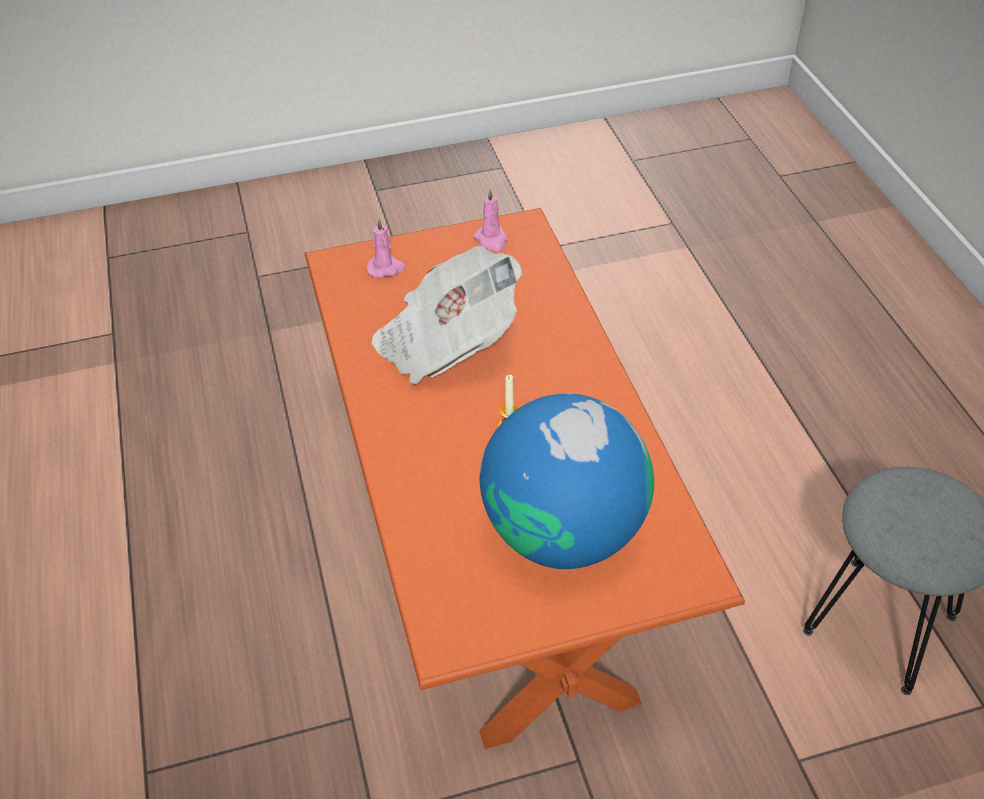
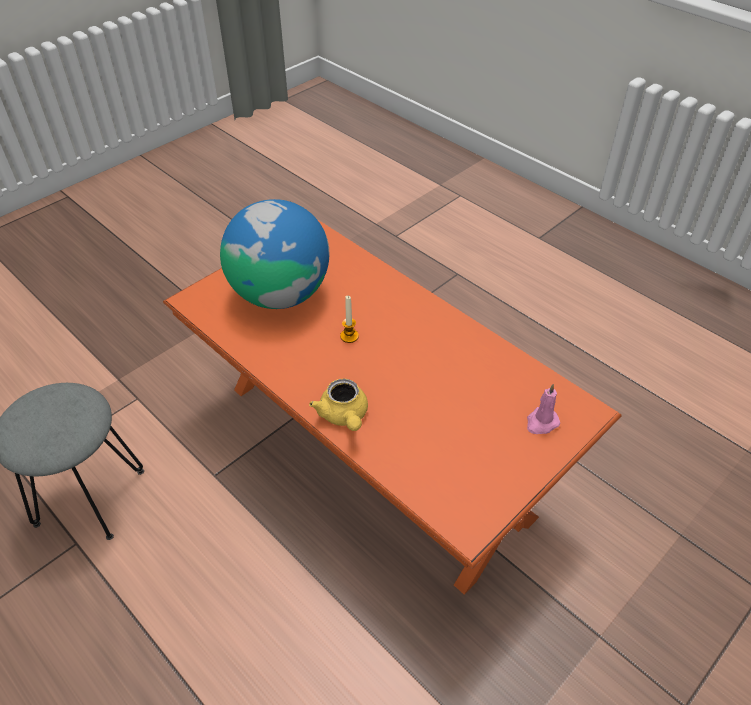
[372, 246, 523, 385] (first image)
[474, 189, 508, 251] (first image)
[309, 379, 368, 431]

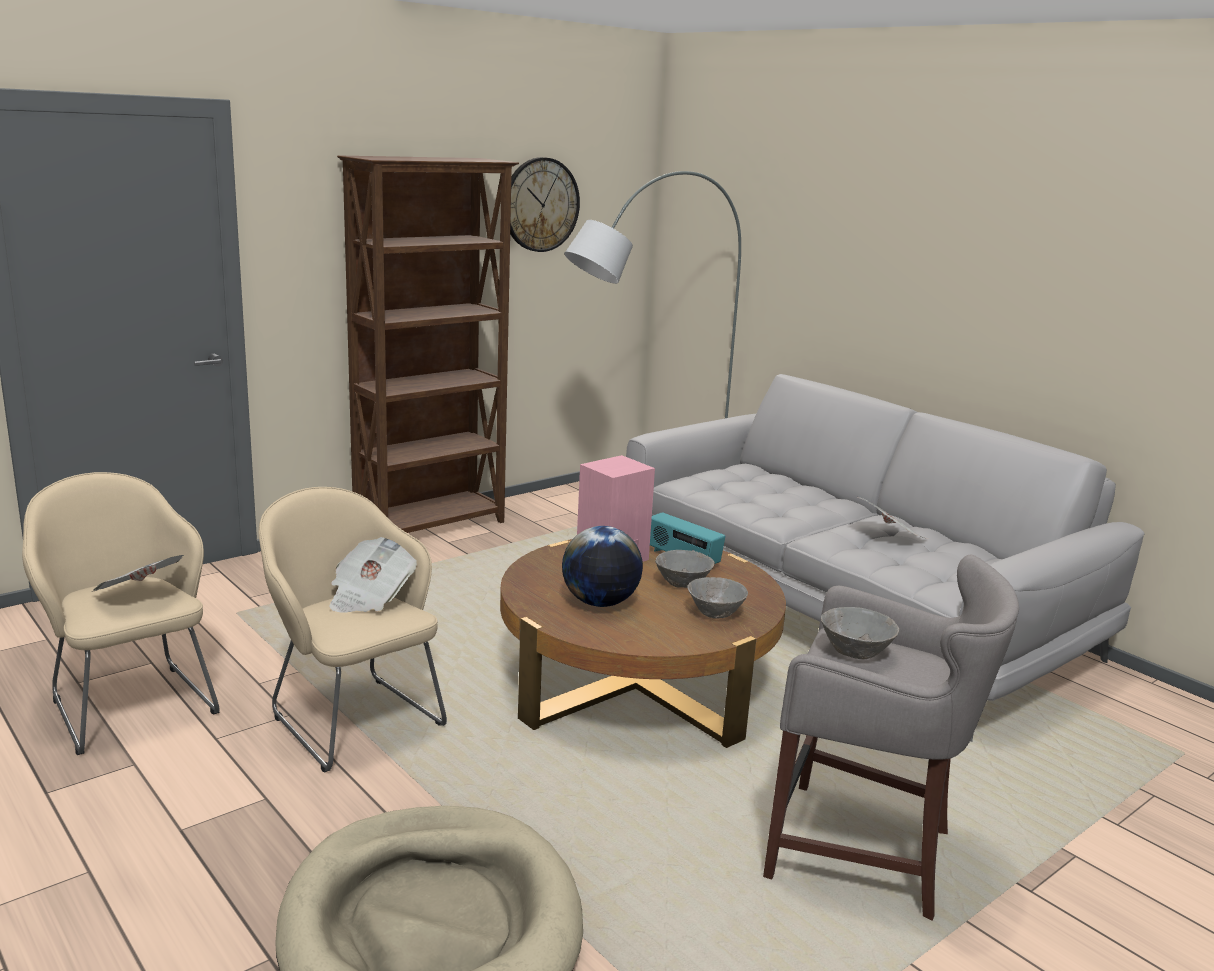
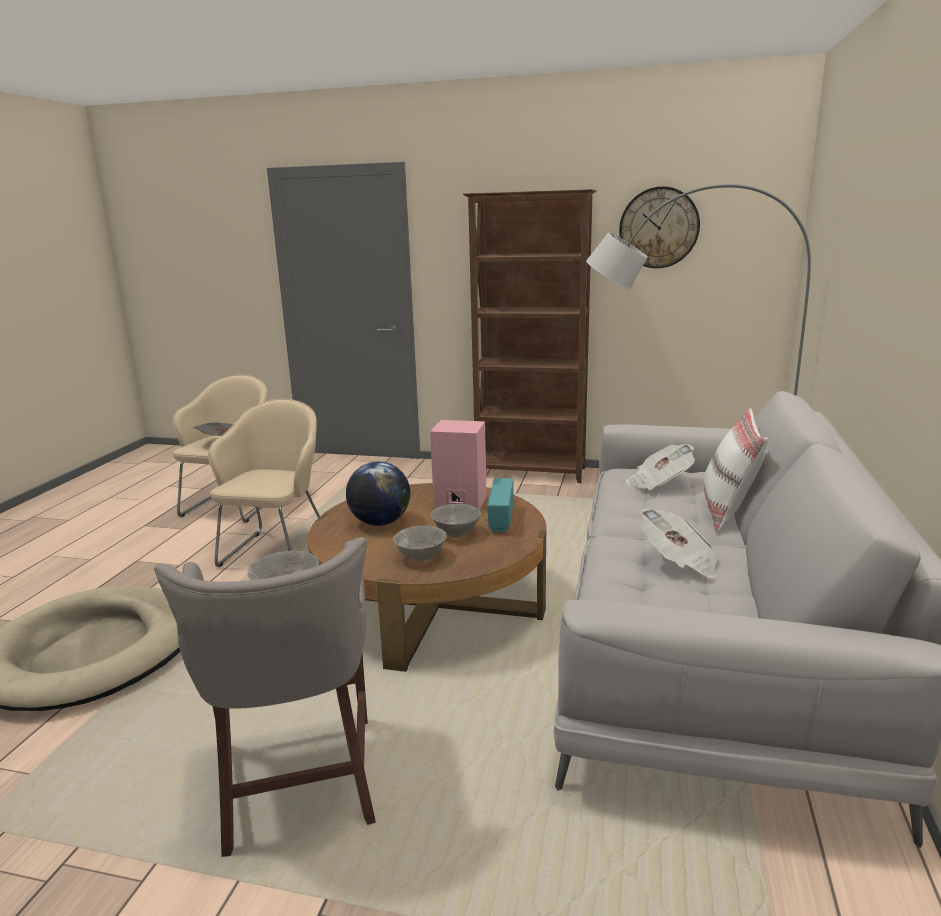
[704, 408, 768, 533]
[625, 444, 695, 490]

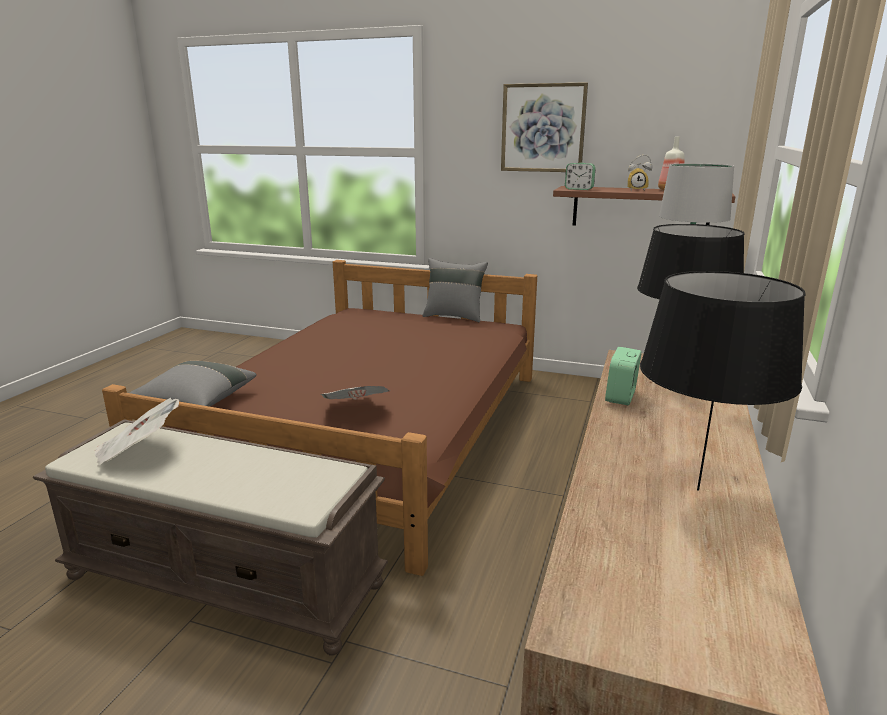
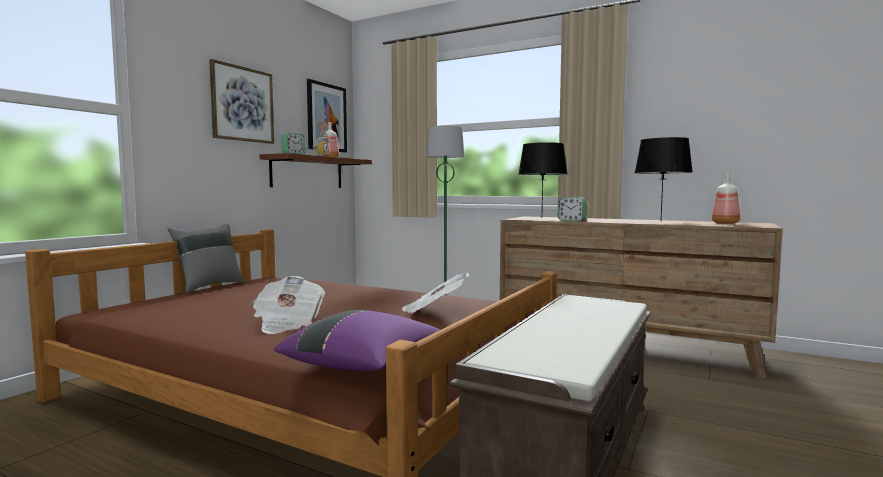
[307, 79, 347, 152]
[712, 172, 740, 224]
[252, 276, 325, 334]
[274, 310, 440, 372]

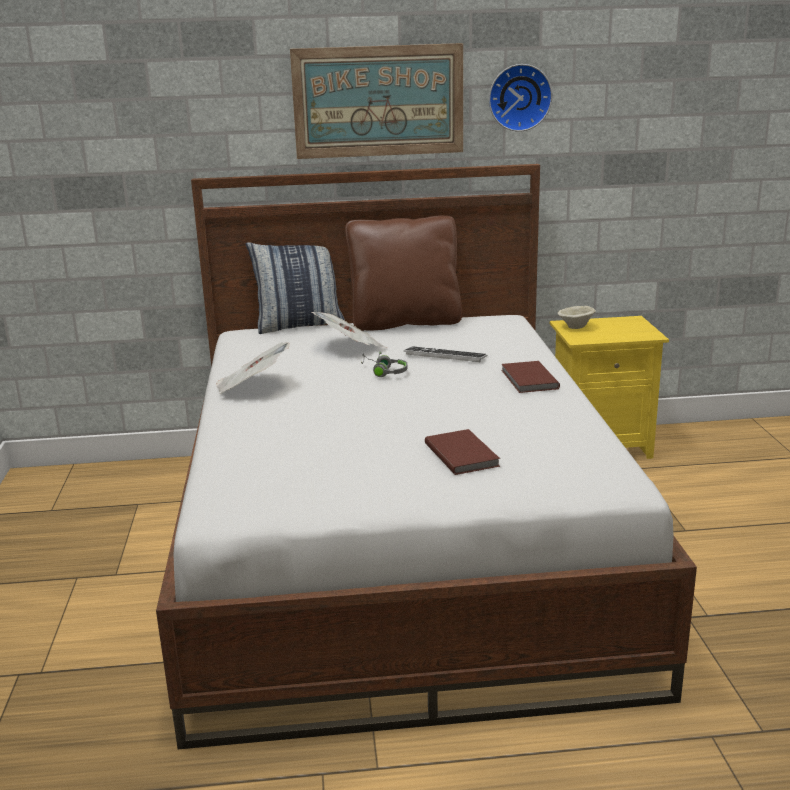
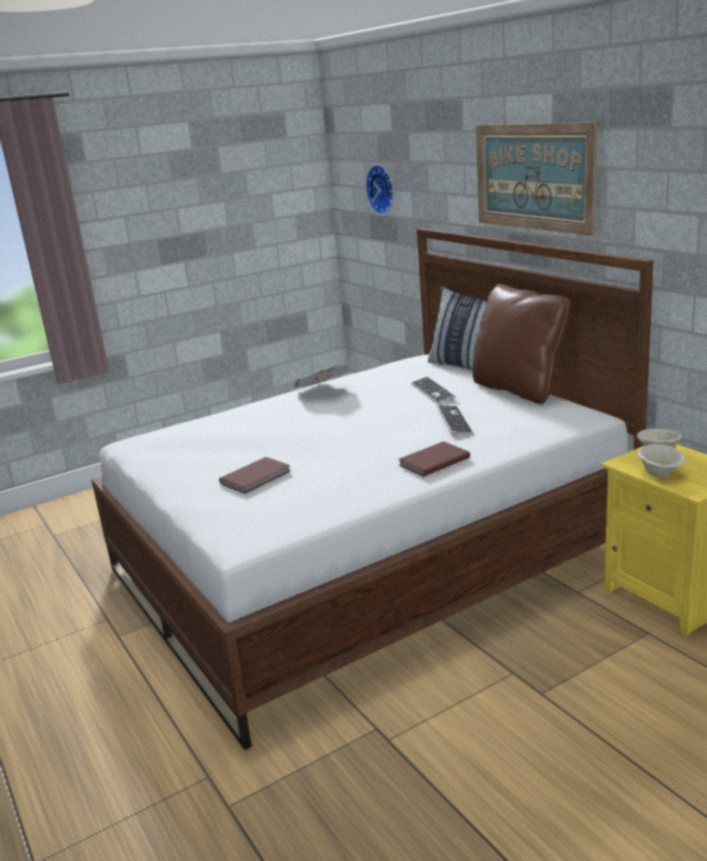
[361, 352, 408, 377] (first image)
[638, 444, 686, 478]
[365, 165, 394, 216]
[411, 377, 456, 404]

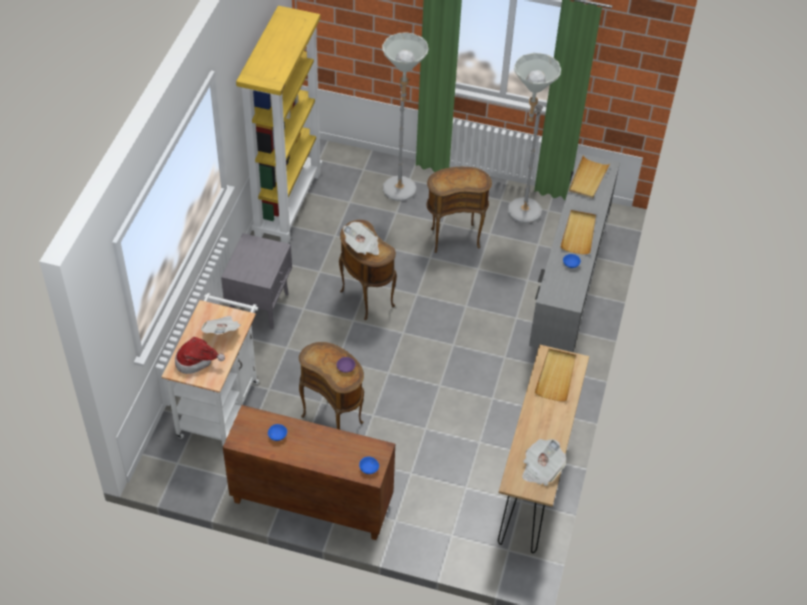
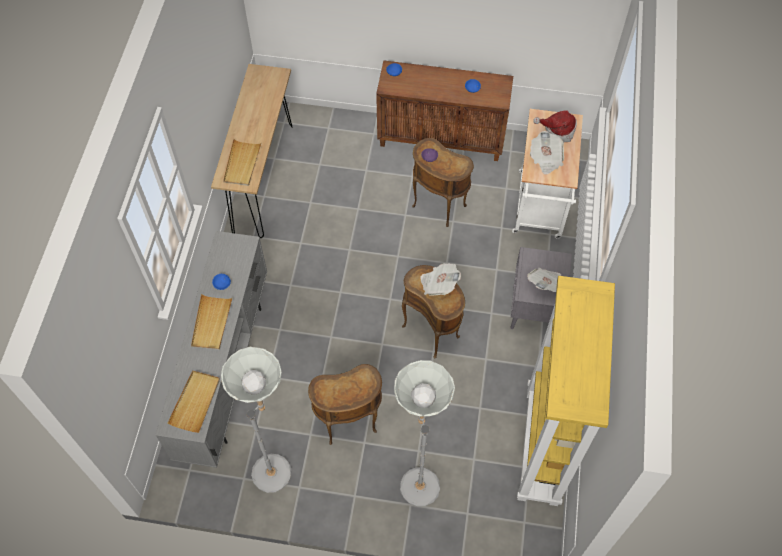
[527, 268, 561, 292]

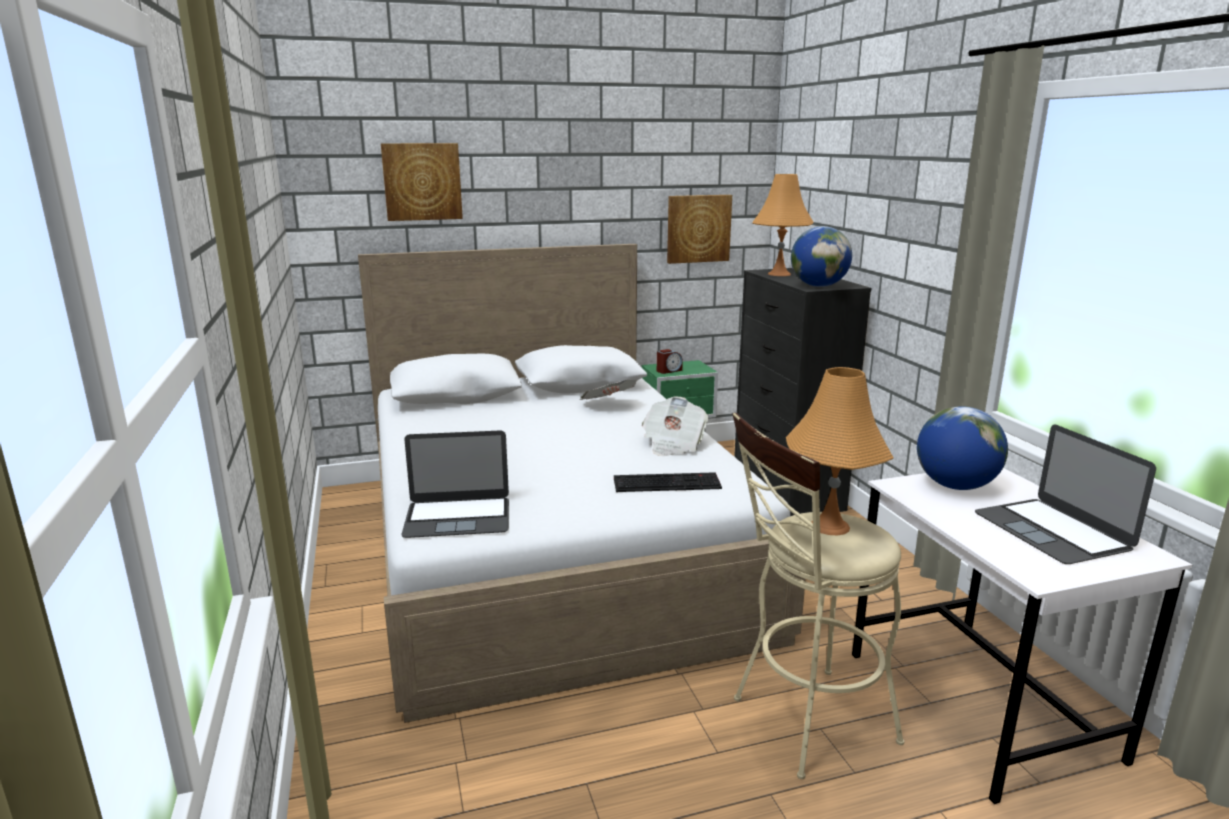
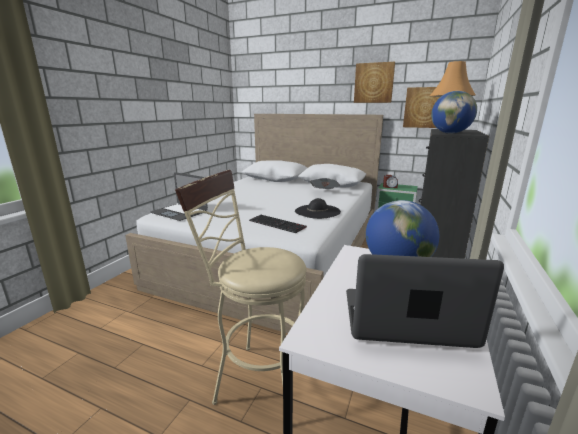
[786, 367, 894, 535] (first image)
[354, 62, 395, 103]
[295, 198, 341, 219]
[346, 254, 504, 348]

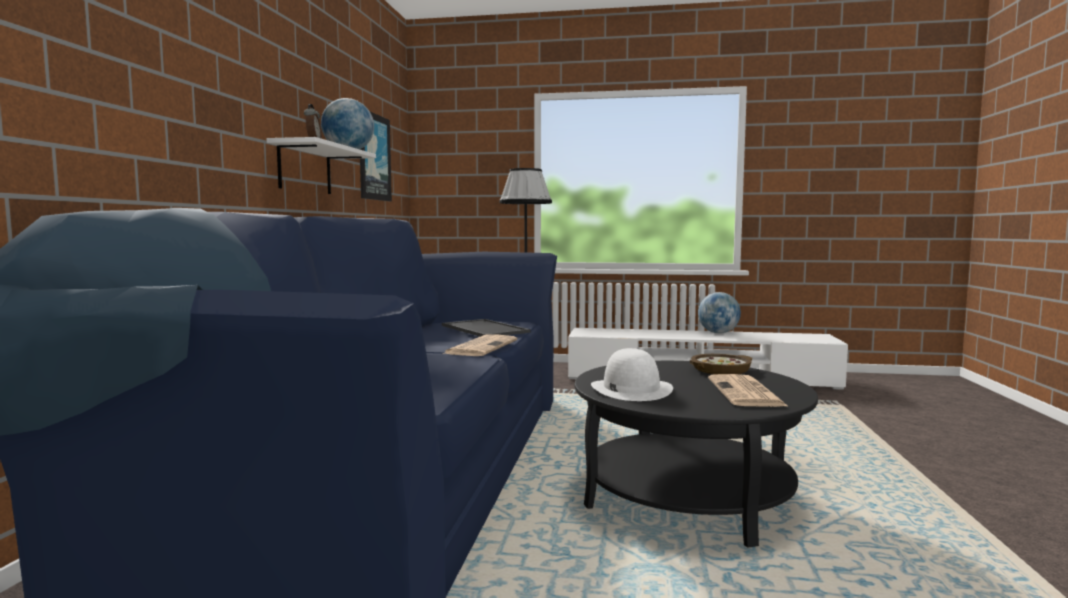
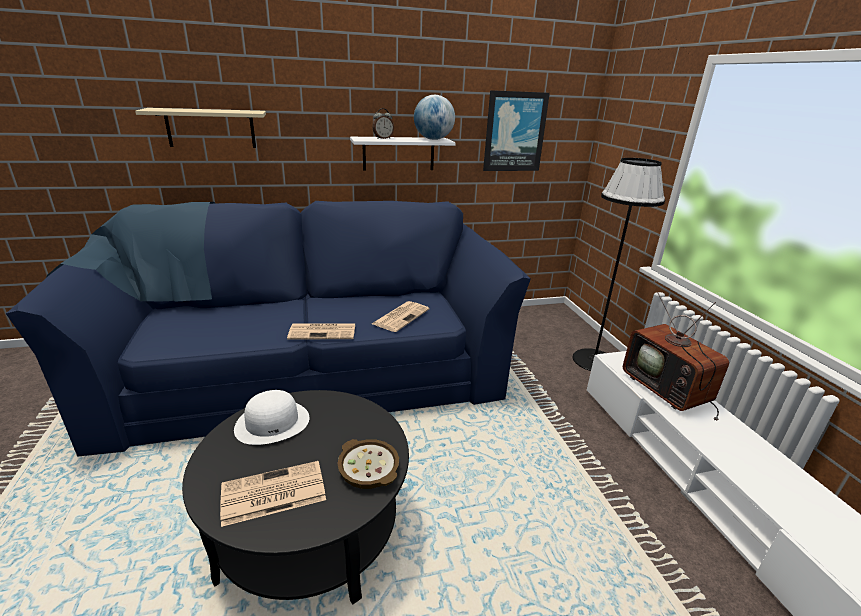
[698, 292, 741, 334] (first image)
[135, 108, 266, 148]
[623, 293, 729, 421]
[372, 301, 429, 332]

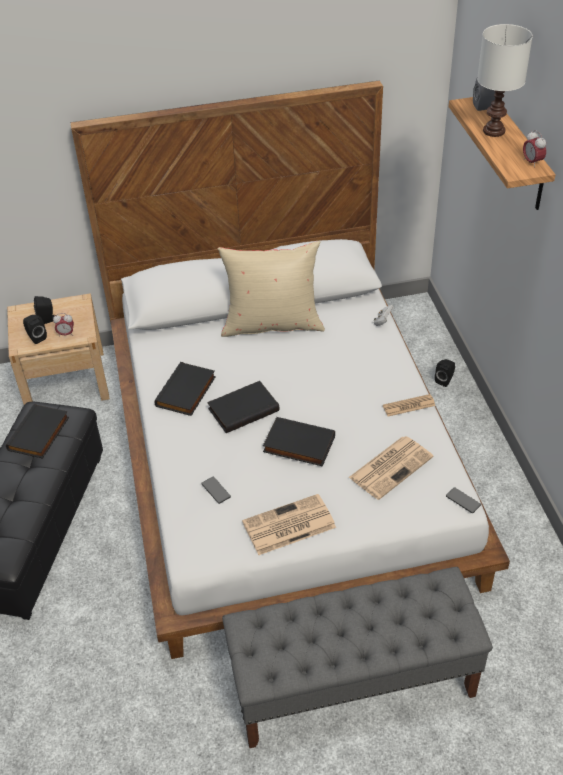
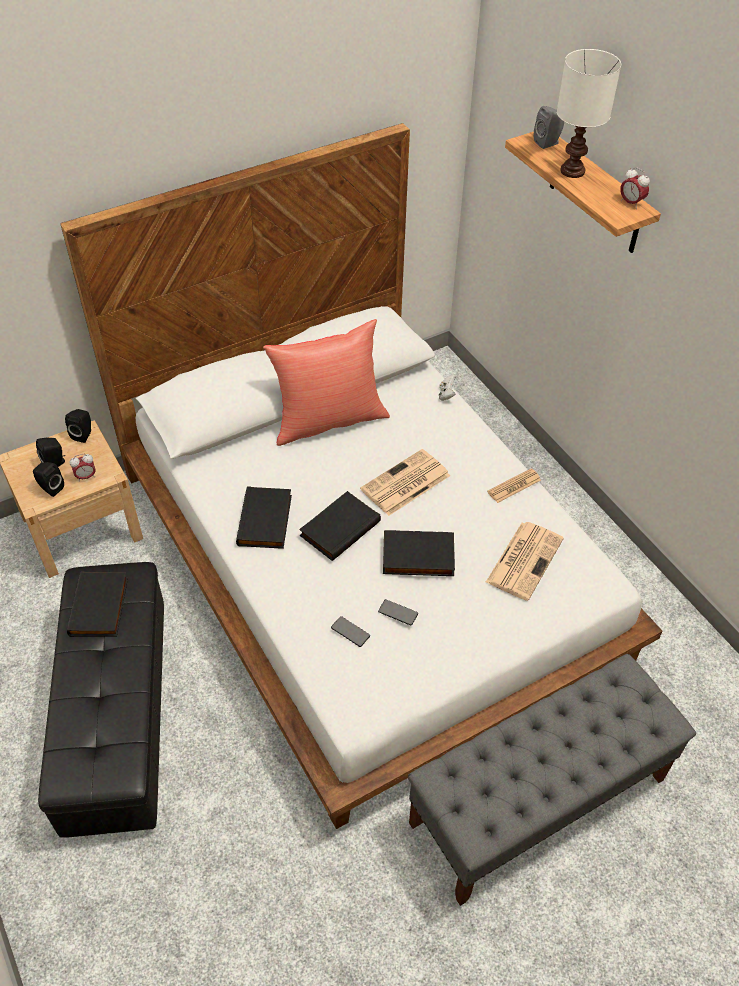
[360, 449, 450, 516]
[65, 409, 91, 443]
[378, 599, 418, 626]
[263, 319, 390, 446]

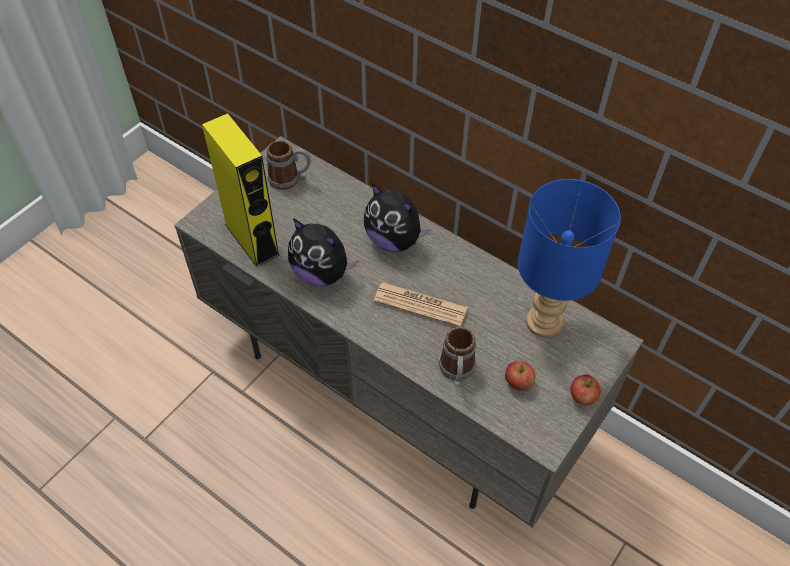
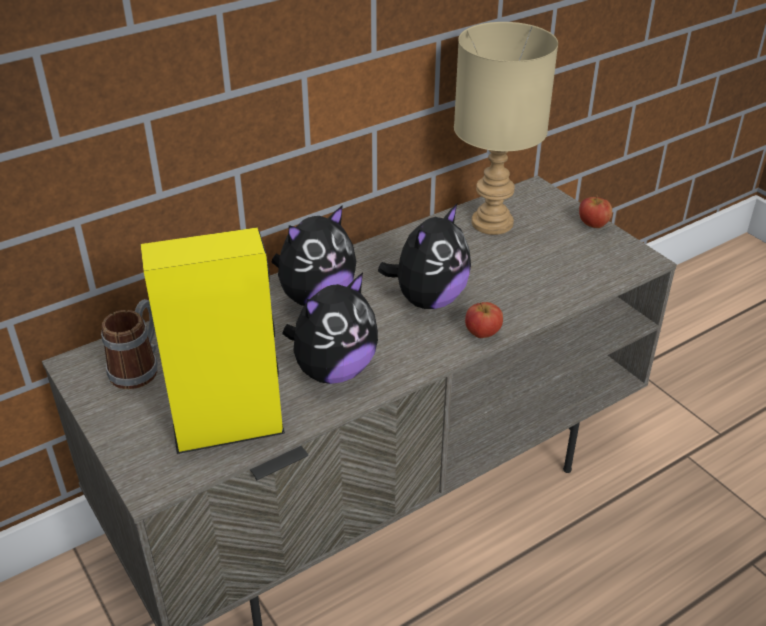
[439, 327, 476, 386] (first image)
[465, 302, 503, 338]
[378, 204, 471, 309]
[454, 22, 558, 235]

